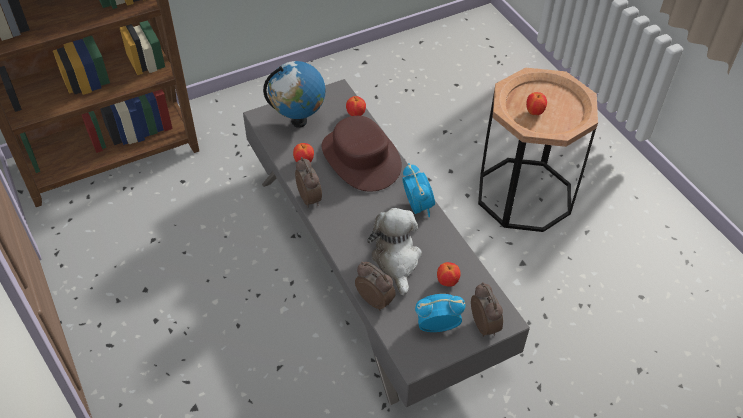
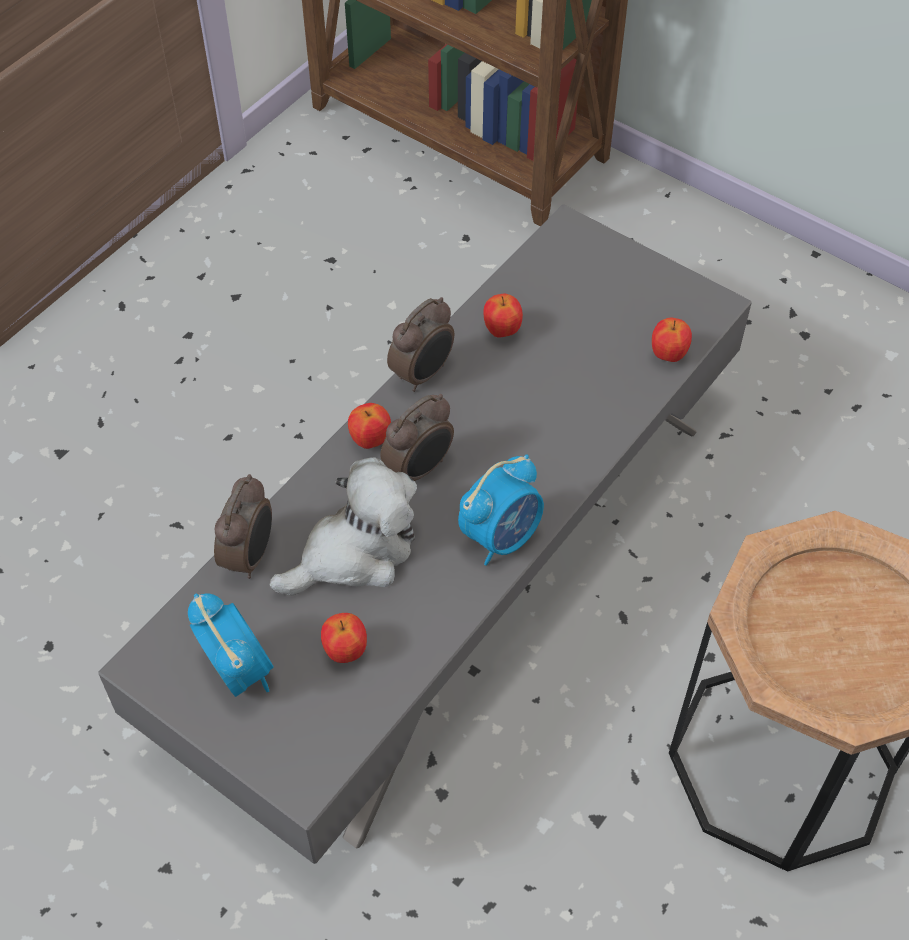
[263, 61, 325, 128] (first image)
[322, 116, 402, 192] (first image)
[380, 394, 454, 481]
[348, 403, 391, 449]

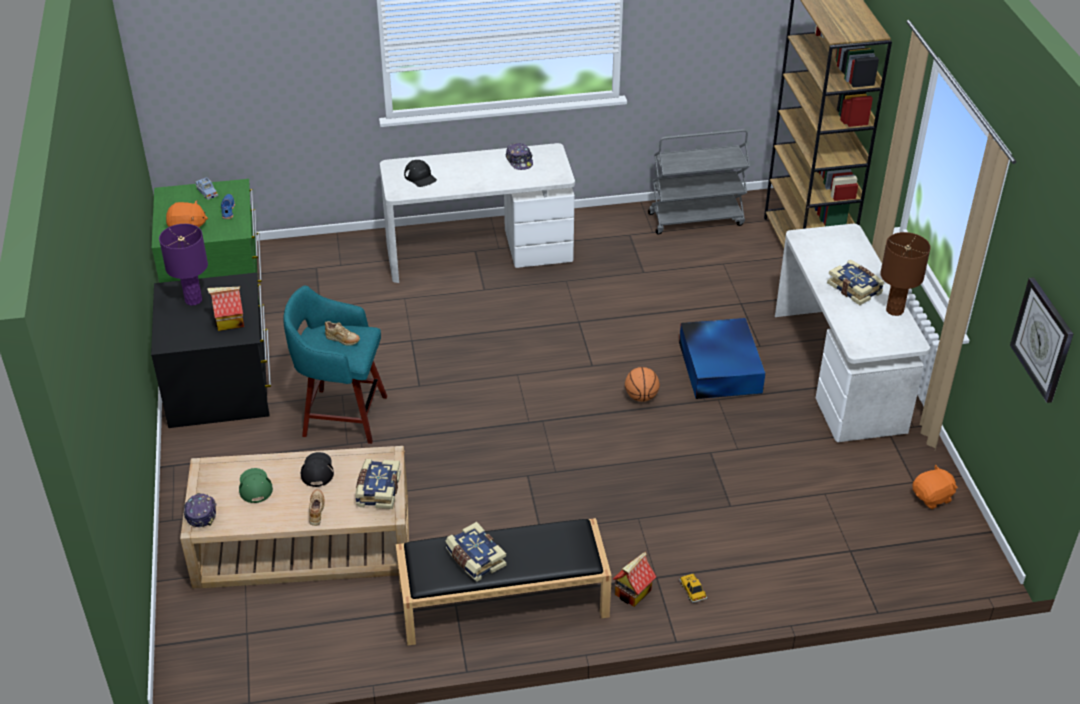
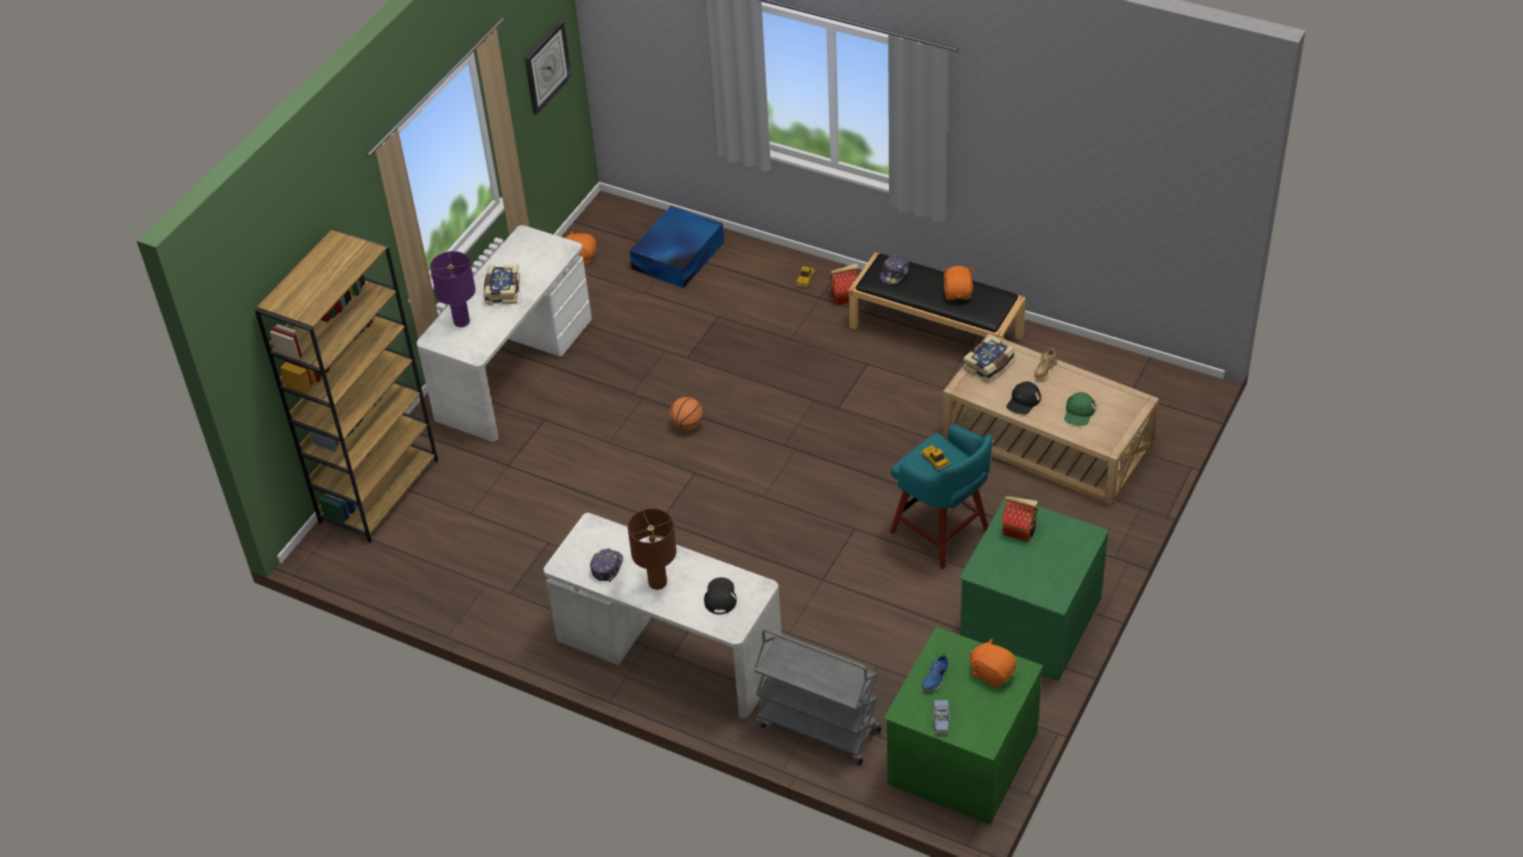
[430, 251, 476, 327]
[880, 254, 909, 285]
[754, 629, 881, 765]
[630, 205, 724, 288]
[627, 508, 677, 590]
[921, 445, 950, 470]
[942, 266, 974, 300]
[959, 497, 1109, 681]

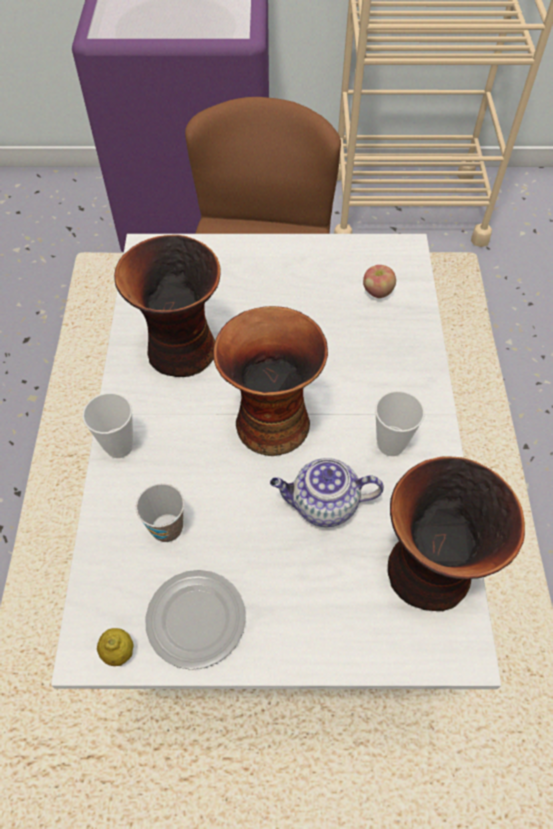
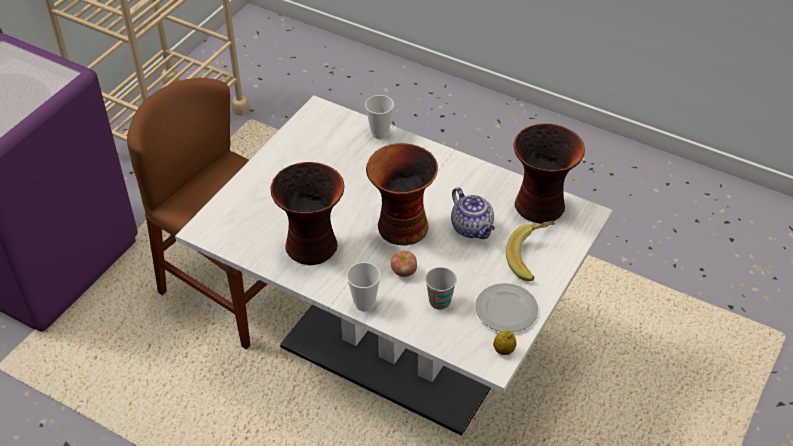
[506, 221, 555, 281]
[391, 251, 417, 277]
[365, 95, 394, 139]
[451, 187, 495, 239]

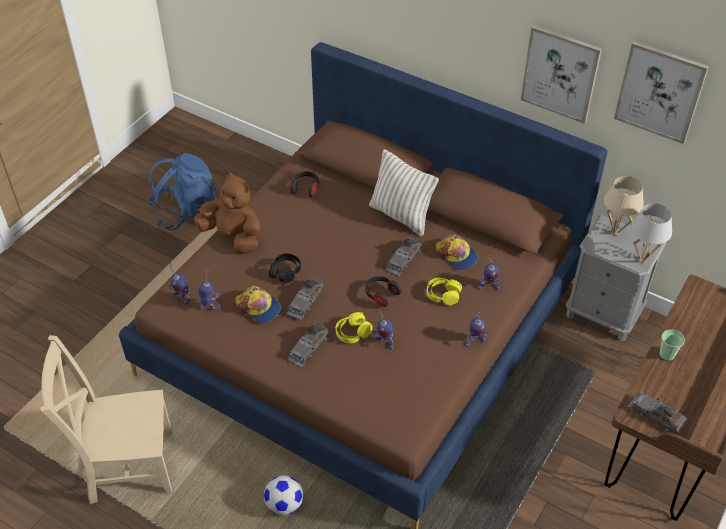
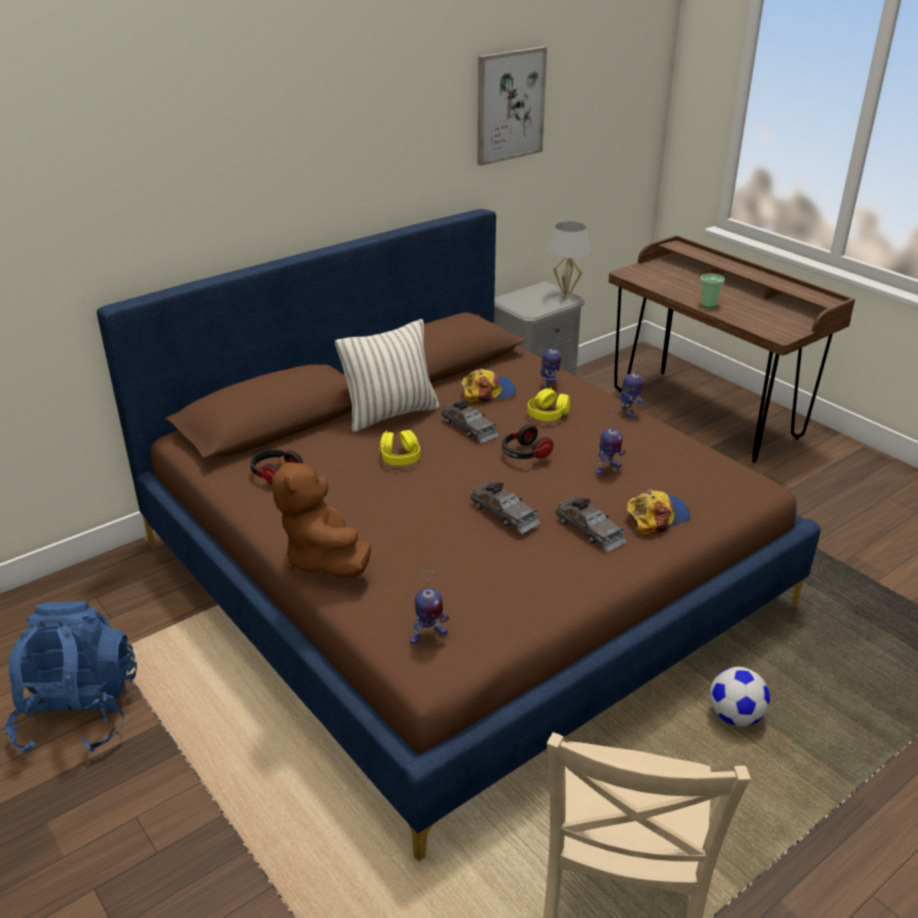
[199, 268, 221, 311] (first image)
[269, 253, 301, 283] (first image)
[521, 25, 602, 124] (first image)
[604, 176, 644, 236] (first image)
[627, 391, 686, 434] (first image)
[626, 489, 691, 534]
[380, 430, 420, 465]
[272, 456, 371, 578]

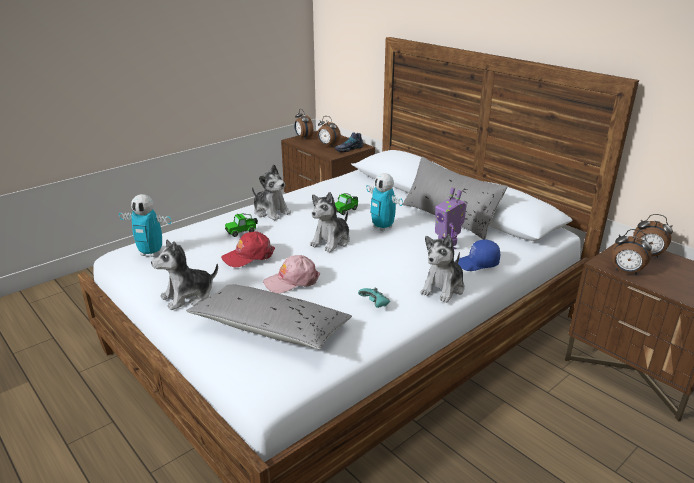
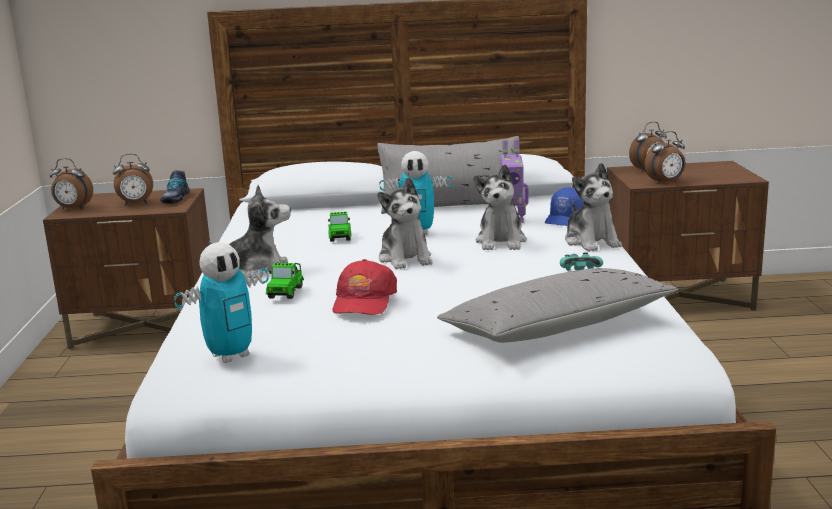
[263, 255, 320, 293] (first image)
[473, 164, 527, 250]

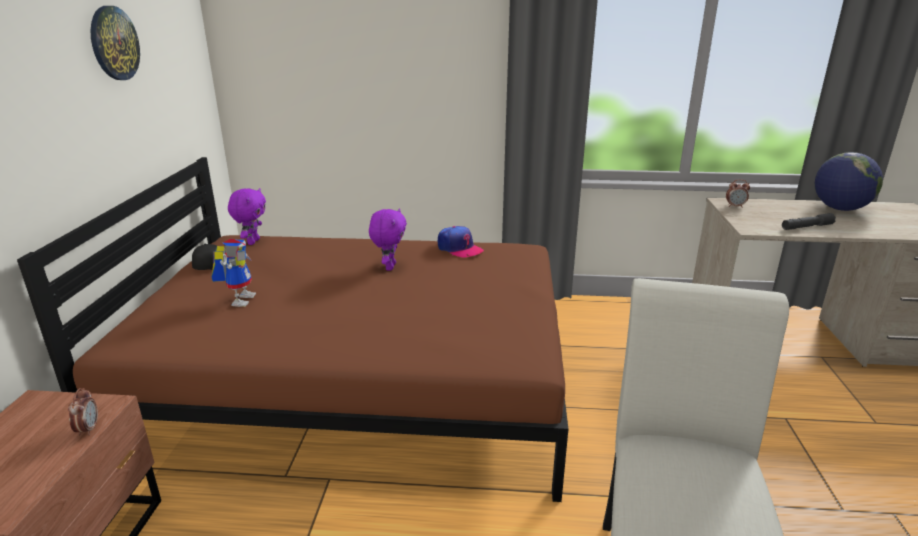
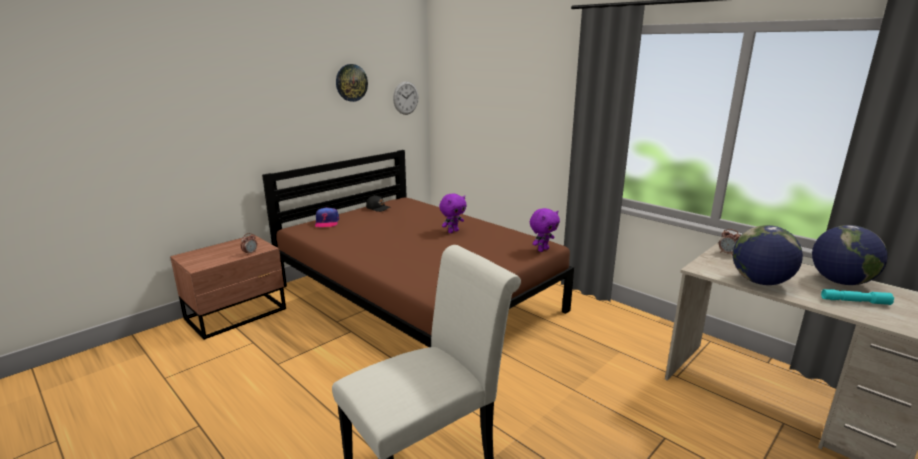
[212, 239, 256, 307] (first image)
[393, 81, 418, 115]
[821, 289, 894, 305]
[530, 208, 560, 252]
[315, 207, 339, 227]
[733, 225, 803, 285]

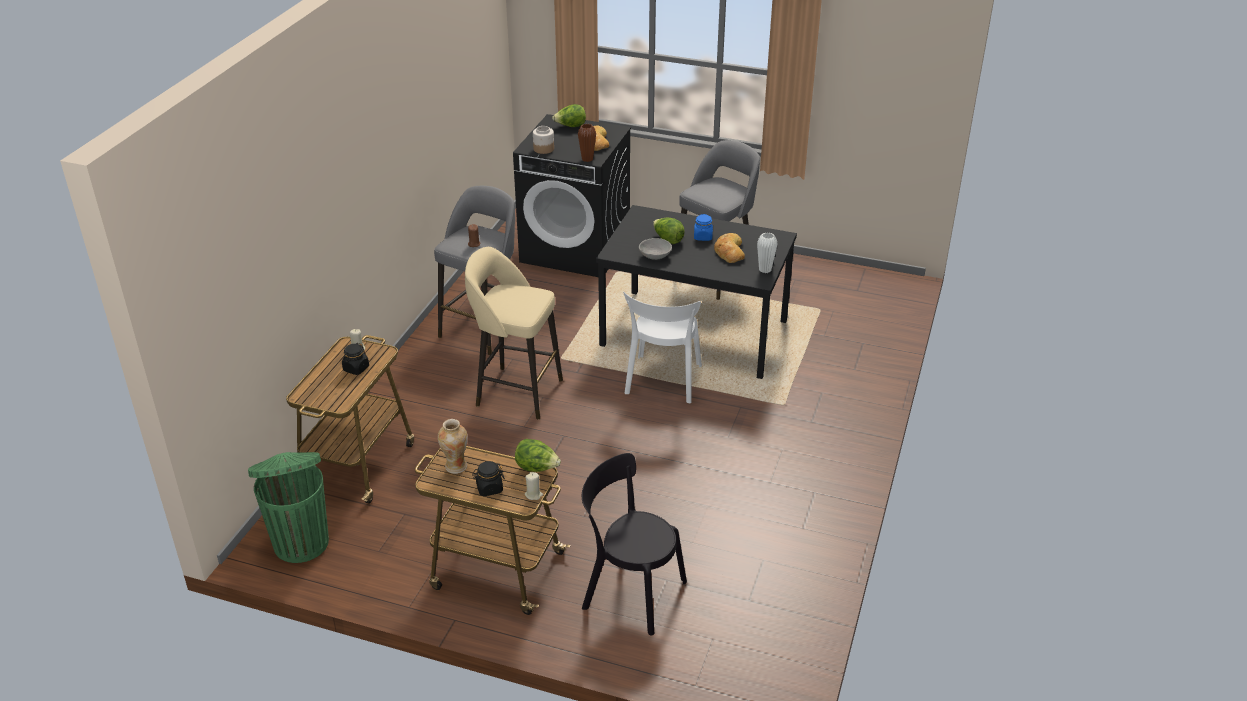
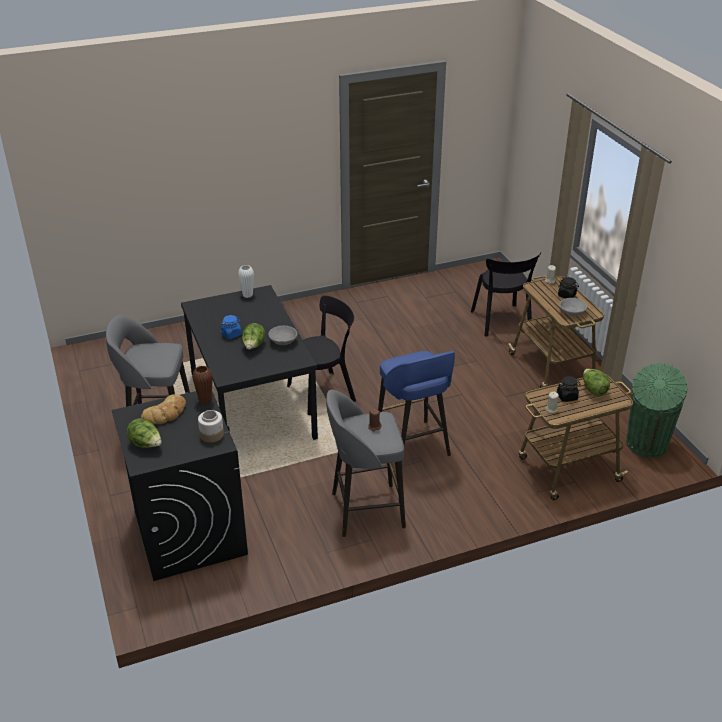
[714, 233, 745, 263] (first image)
[583, 369, 610, 396]
[560, 298, 587, 316]
[378, 351, 455, 456]
[287, 295, 356, 415]

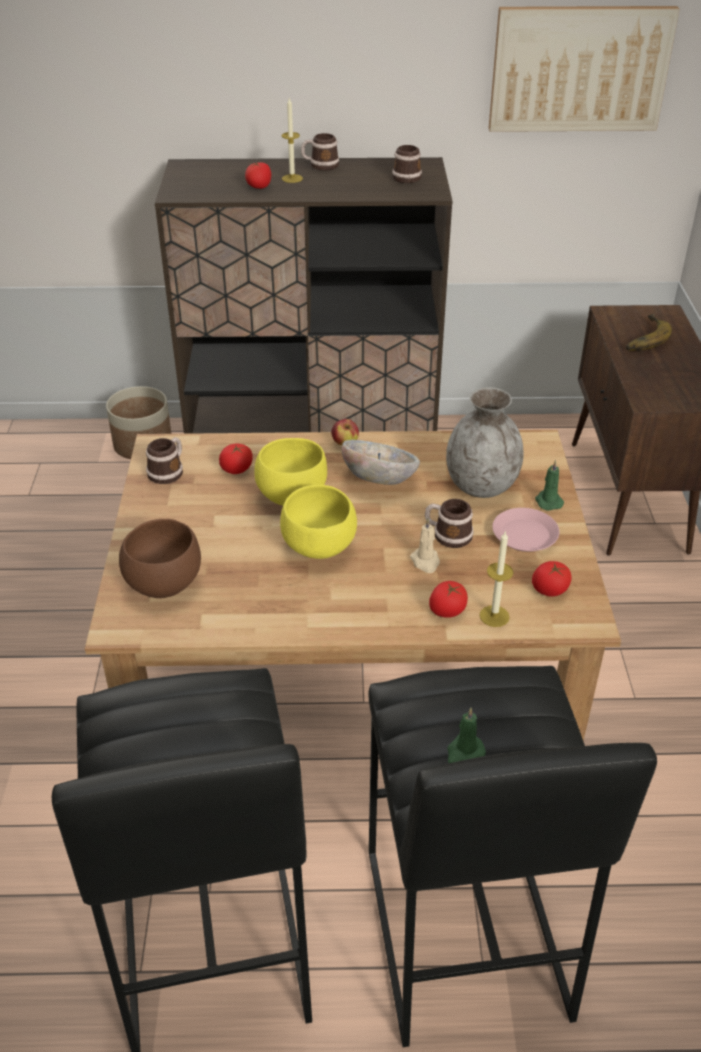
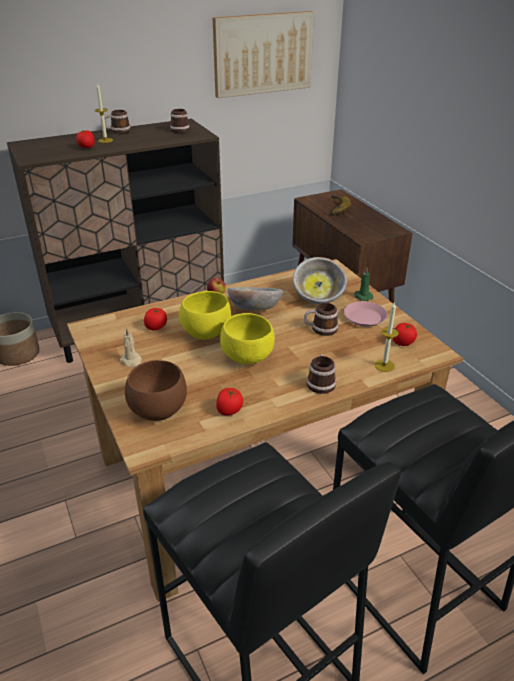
[447, 708, 486, 763] (first image)
[307, 354, 336, 394]
[120, 328, 142, 368]
[216, 388, 243, 416]
[293, 257, 347, 304]

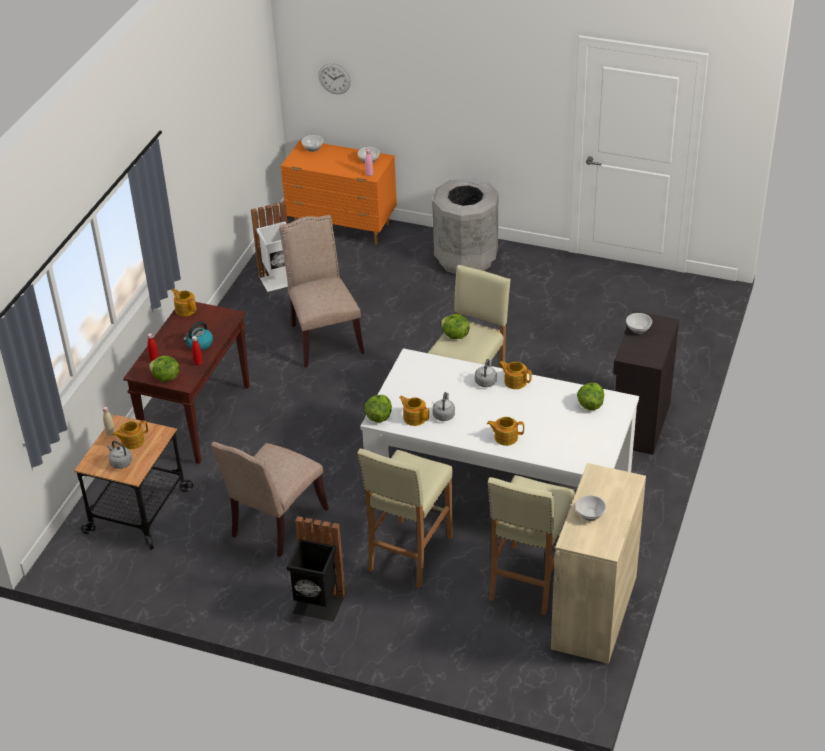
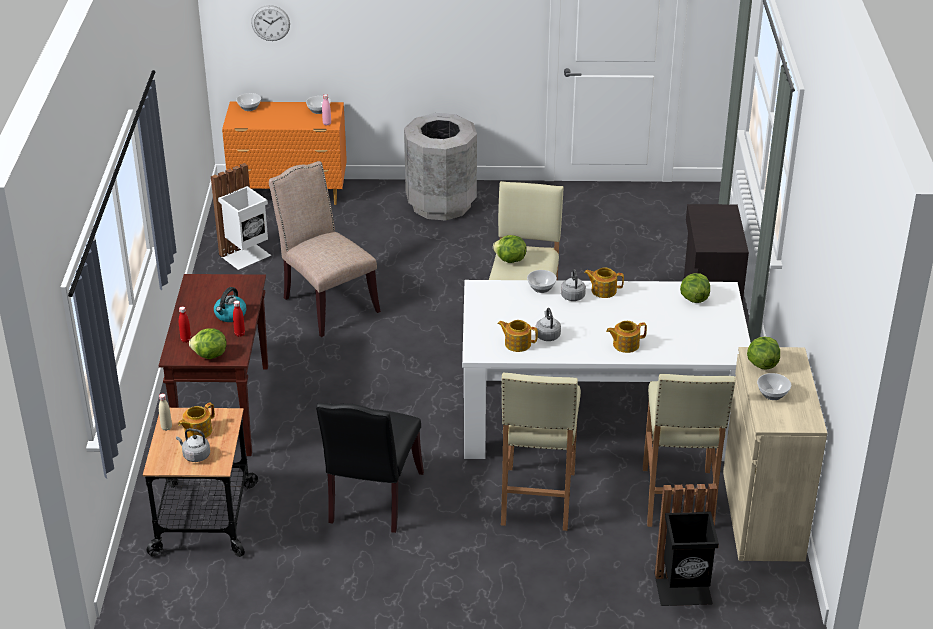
[172, 289, 196, 316] (first image)
[655, 484, 719, 606]
[747, 337, 780, 370]
[527, 270, 557, 293]
[316, 403, 424, 533]

